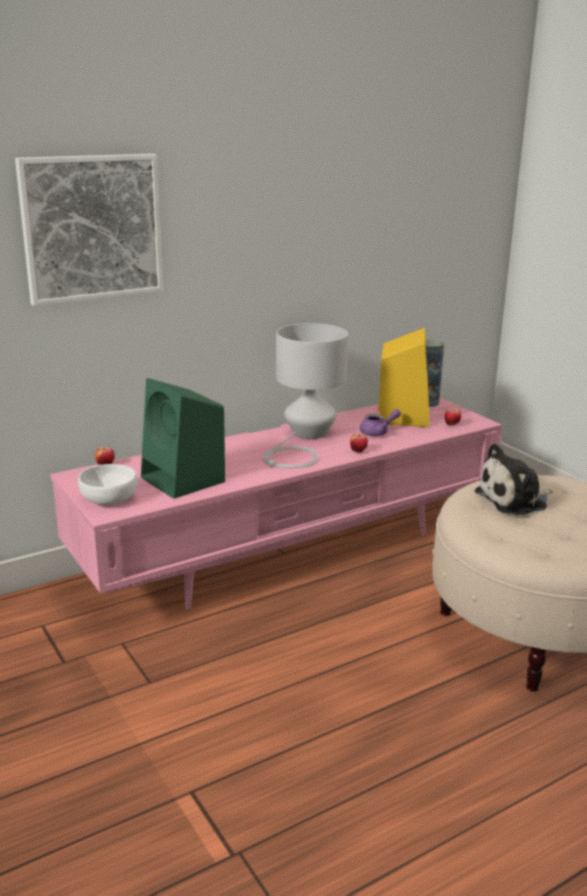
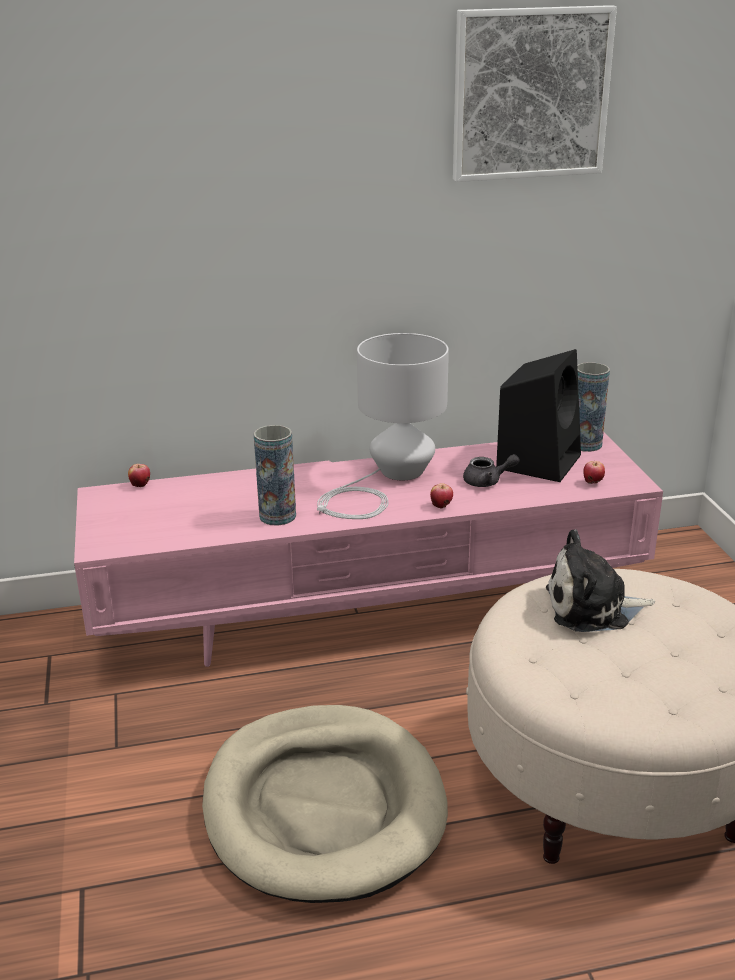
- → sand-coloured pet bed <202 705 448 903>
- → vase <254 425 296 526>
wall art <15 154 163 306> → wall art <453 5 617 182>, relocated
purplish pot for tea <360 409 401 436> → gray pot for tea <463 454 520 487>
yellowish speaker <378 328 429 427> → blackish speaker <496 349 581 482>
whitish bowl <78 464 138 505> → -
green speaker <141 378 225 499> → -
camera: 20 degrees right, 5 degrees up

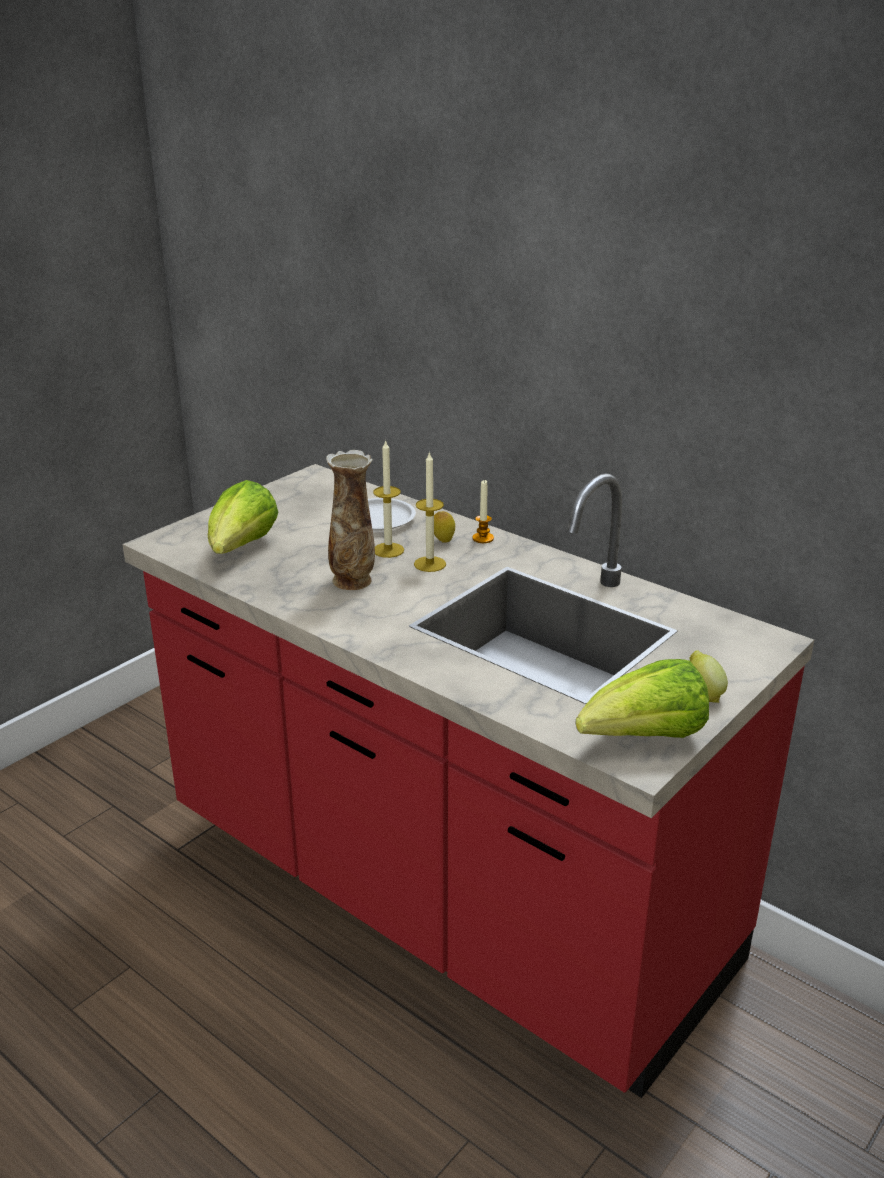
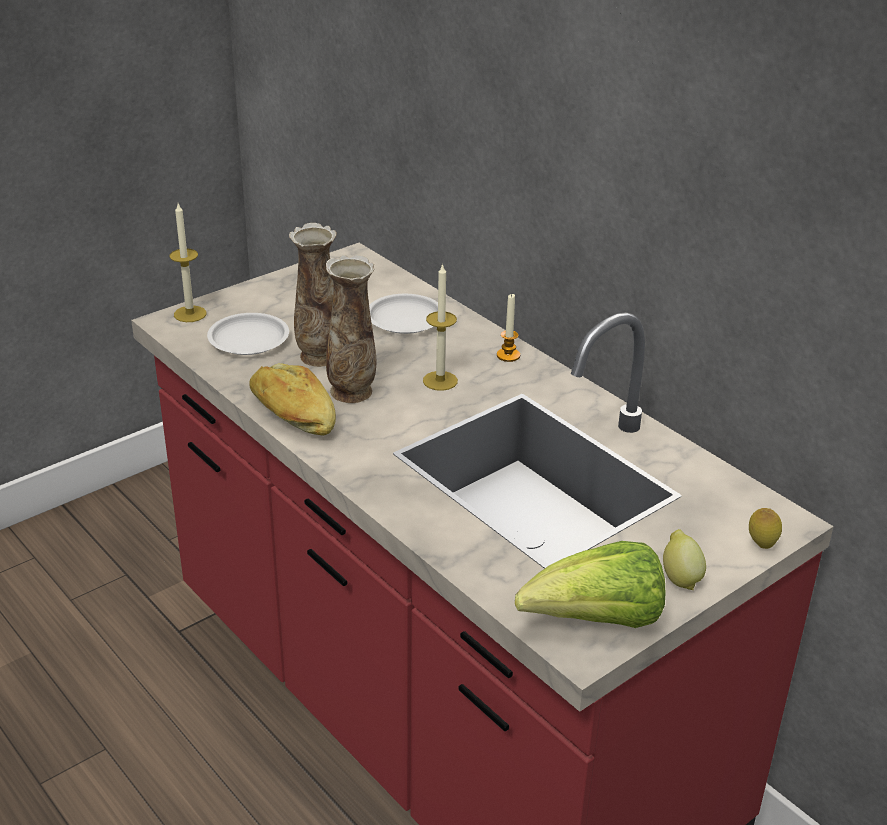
wax candle <373 439 404 558> → wax candle <169 204 206 322>, relocated
lettuce head <208 480 278 554> → whitish flat dish <207 313 289 355>
- → baked bread <249 363 336 436>
- → vase <289 223 337 367>
citrus fruit <434 511 455 543> → citrus fruit <749 508 782 549>, relocated
camera: 10 degrees right, 5 degrees up

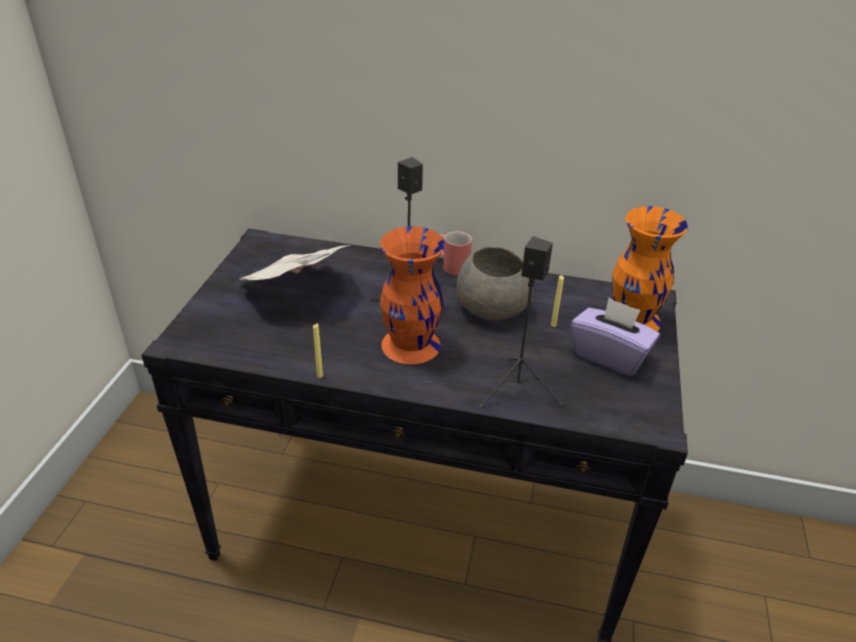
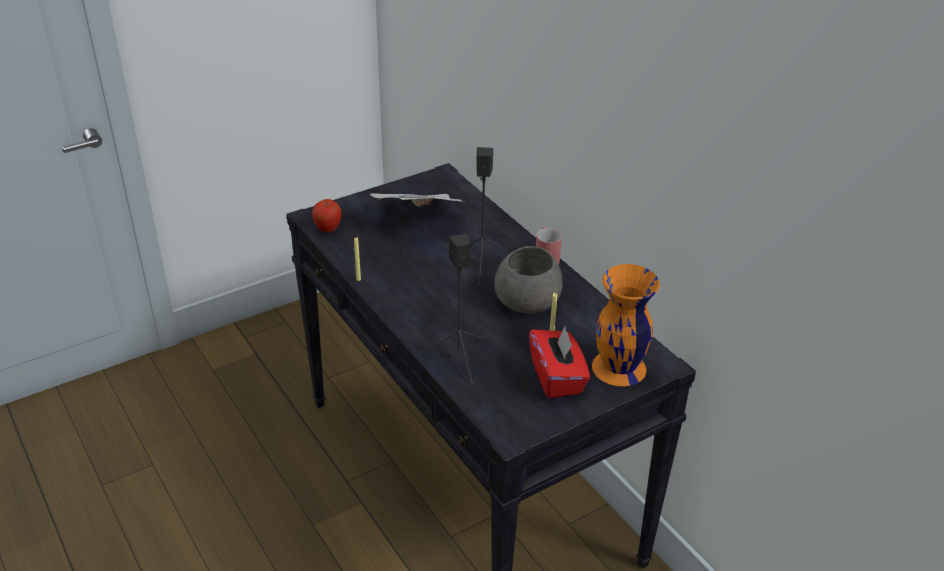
- → apple <312 199 341 233>
purplish tissue box <571 298 660 376> → red tissue box <529 327 590 399>
orangey vase <380 226 445 364> → -
camera: 45 degrees right, 0 degrees up

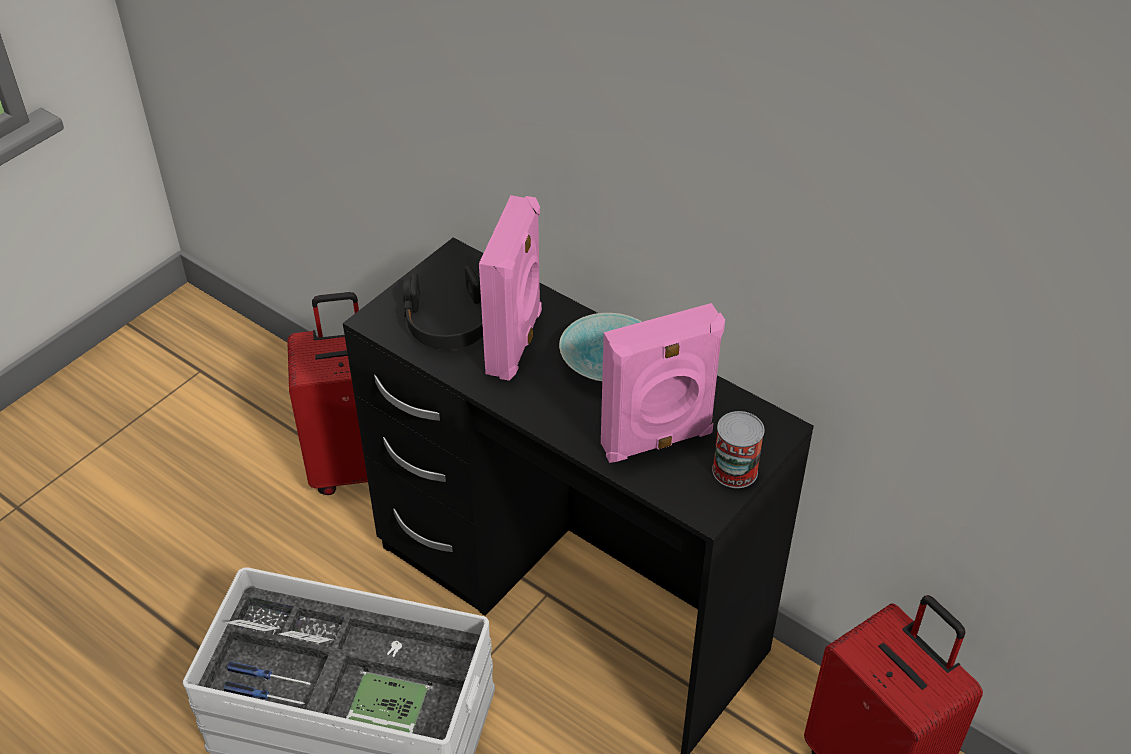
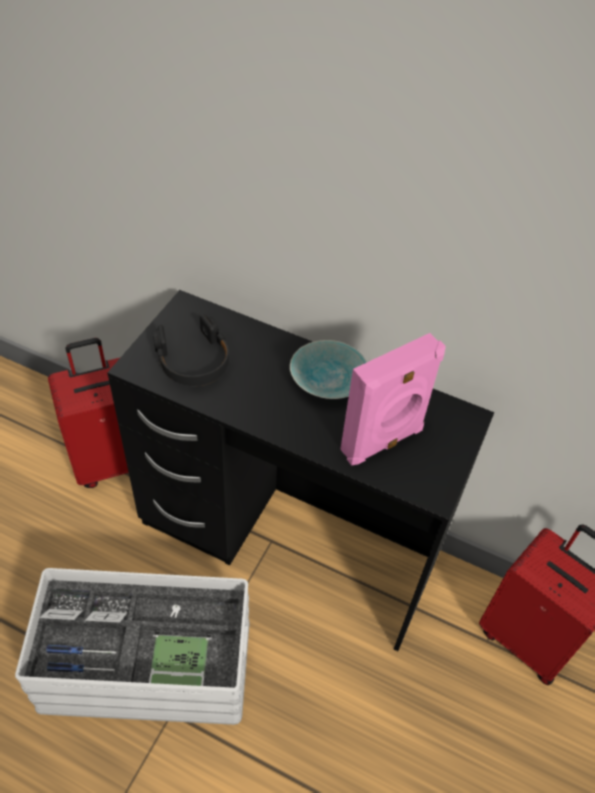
pink speaker <479 195 542 381> → -
can <712 411 765 488> → -
camera: 15 degrees left, 5 degrees up

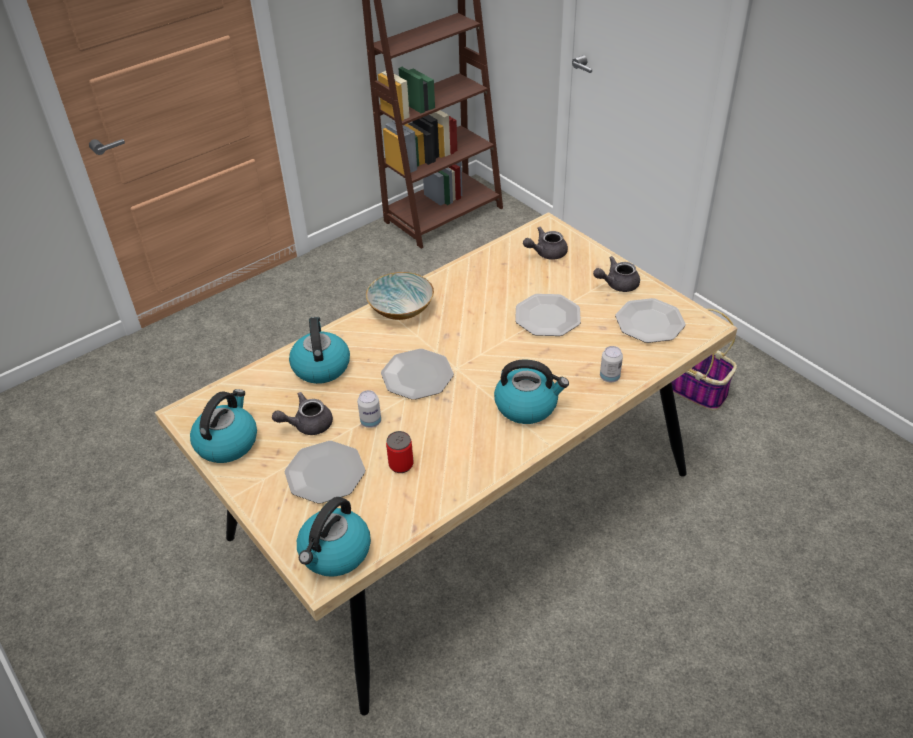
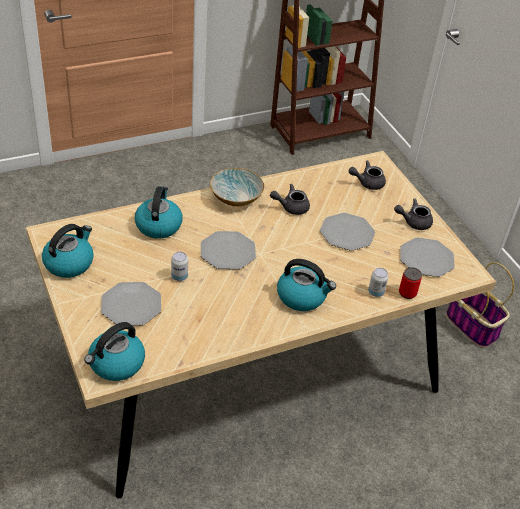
gray pot for tea <272 392 333 435> → gray pot for tea <270 184 310 215>, relocated
can <386 431 414 473> → can <399 267 422 299>, relocated
camera: 10 degrees right, 0 degrees up

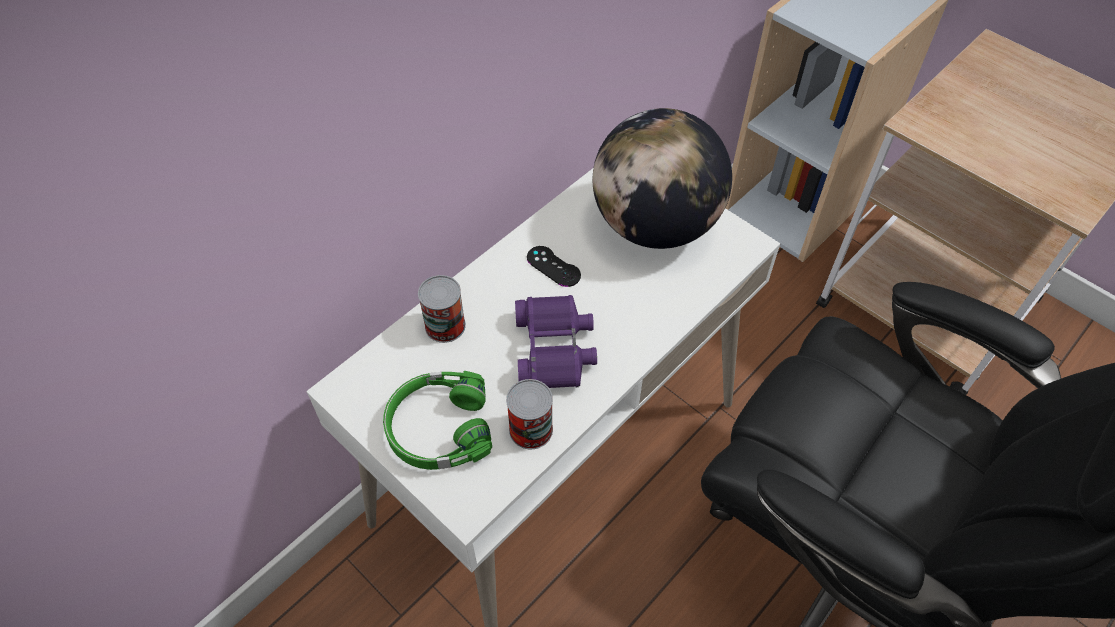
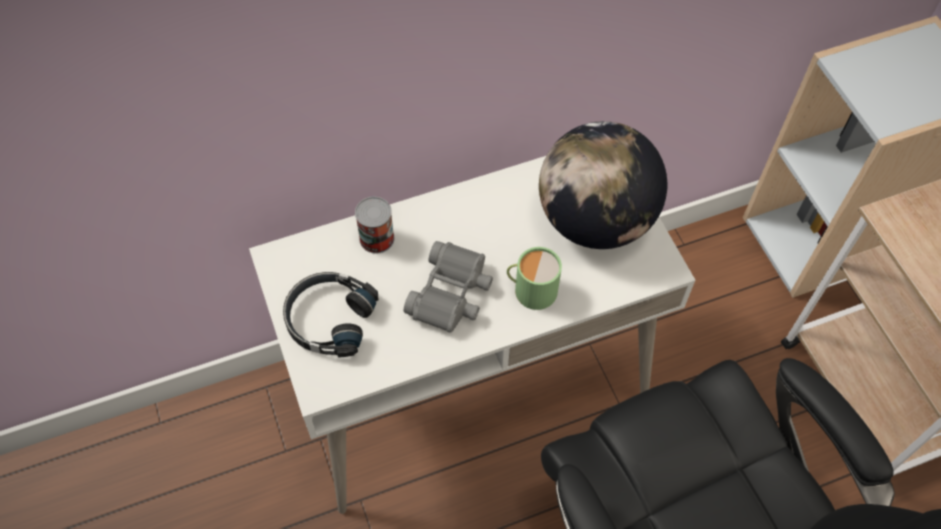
green pair of headphones <383 371 492 470> → blackish pair of headphones <283 272 379 358>
purplish binoculars <515 295 597 388> → gray binoculars <404 241 493 333>
- → green mug <507 247 562 310>
can <506 379 553 449> → -
blackish joypad <527 246 581 287> → -
camera: 25 degrees right, 5 degrees up

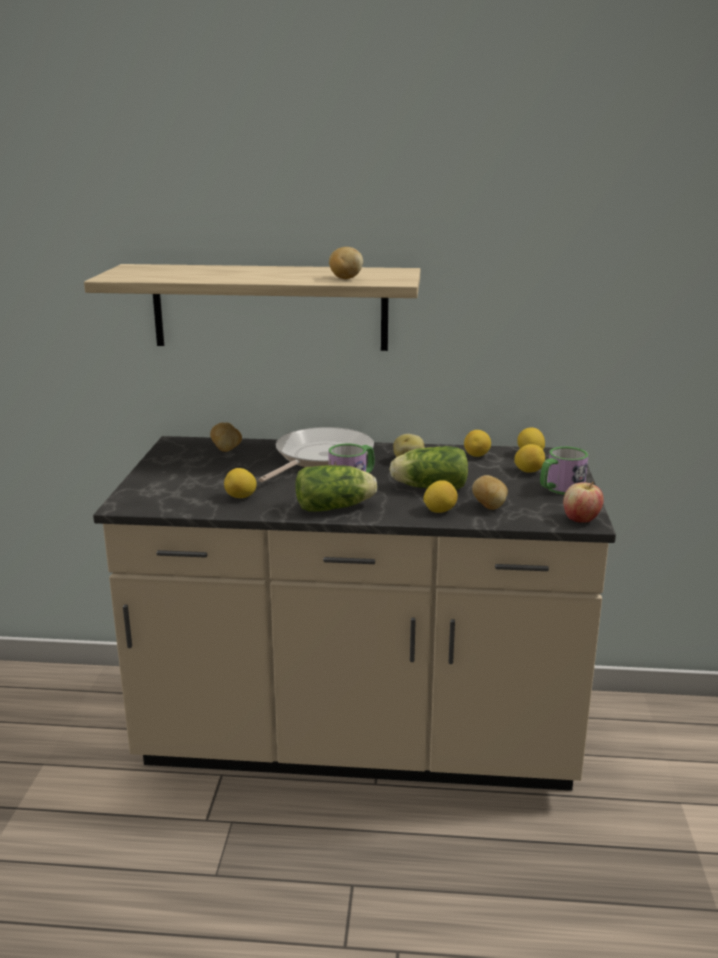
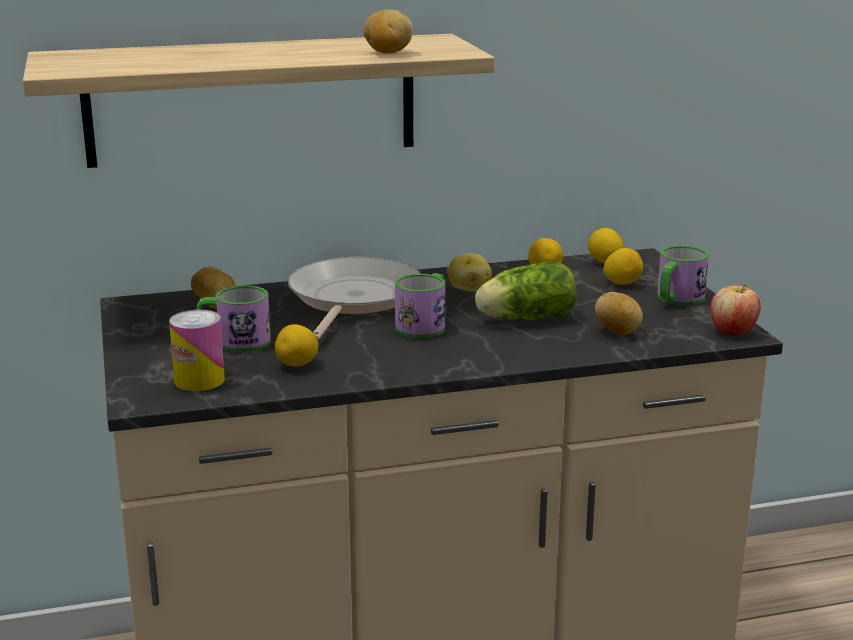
- → can <169 310 225 391>
- → mug <196 285 271 352>
lettuce head <295 465 377 511> → -
citrus fruit <423 480 458 513> → -
camera: 20 degrees left, 0 degrees up

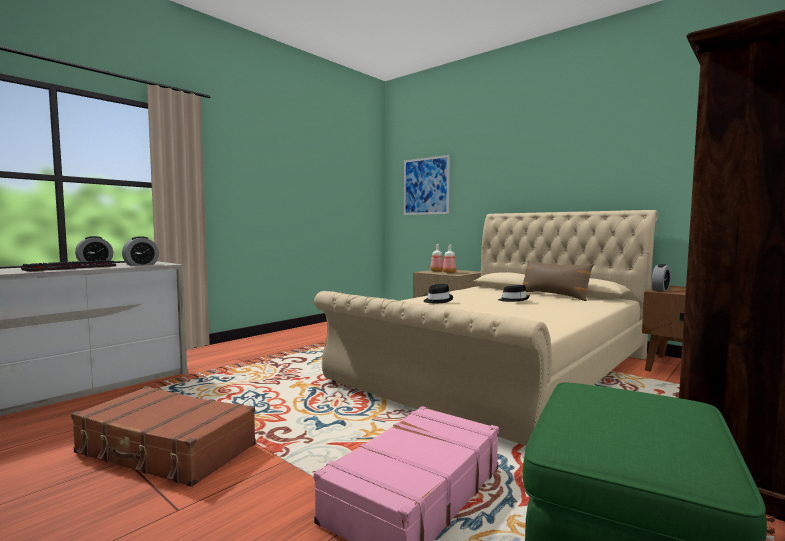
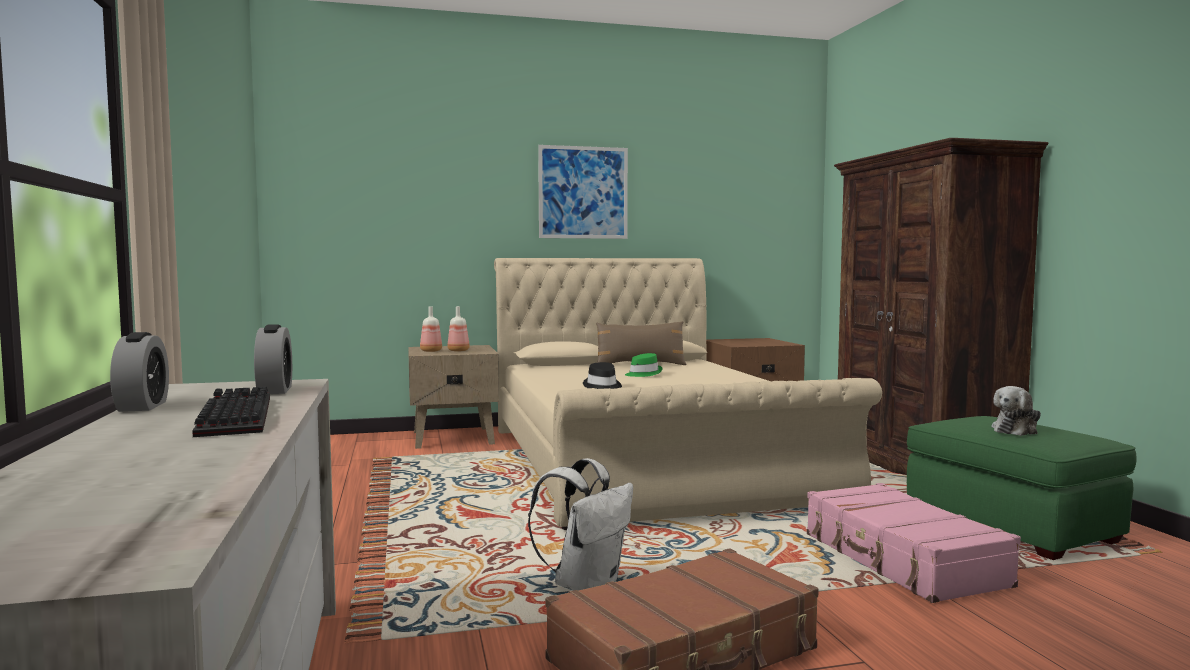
- → whitish knapsack <528 458 633 591>
wall art <404 155 450 215> → wall art <538 145 628 239>, relocated
blackish hat <498 285 530 302> → green hat <625 353 662 377>
- → soft toy <992 386 1041 436>
table clock <652 264 671 292> → -
camera: 55 degrees left, 0 degrees up

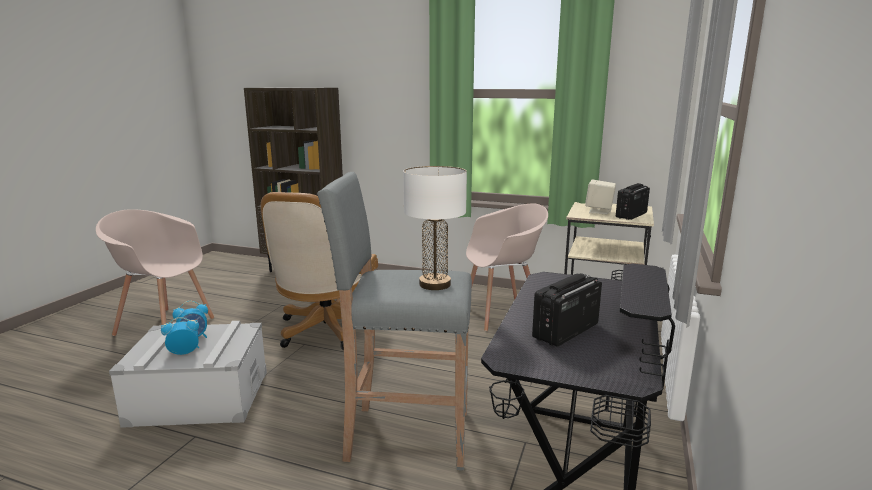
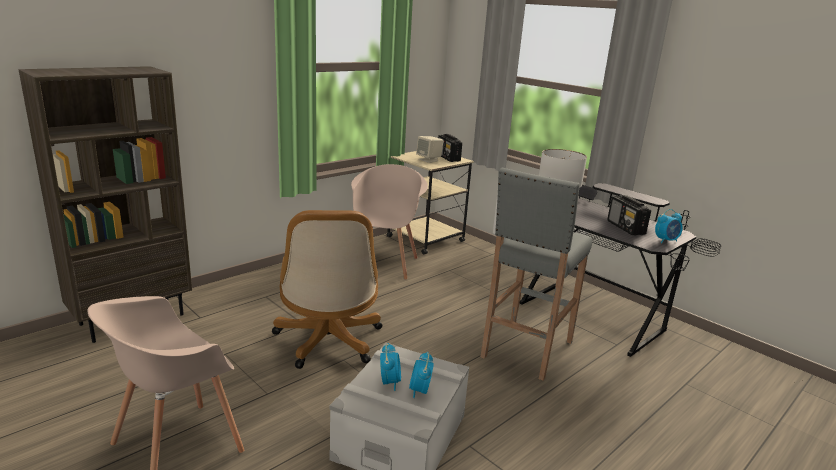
computer chair <261 192 378 350> → computer chair <272 210 382 369>, 45 degrees clockwise
- → table clock <655 209 683 243>
camera: 65 degrees left, 5 degrees up

